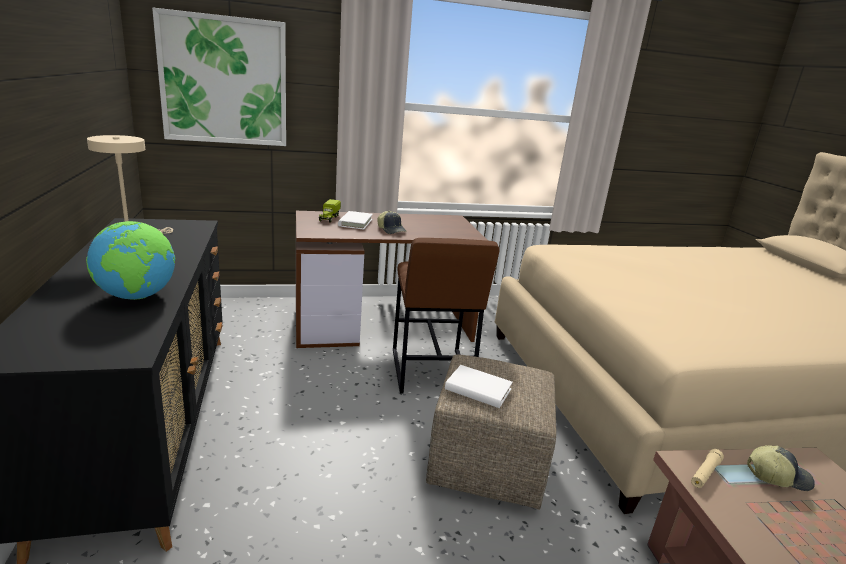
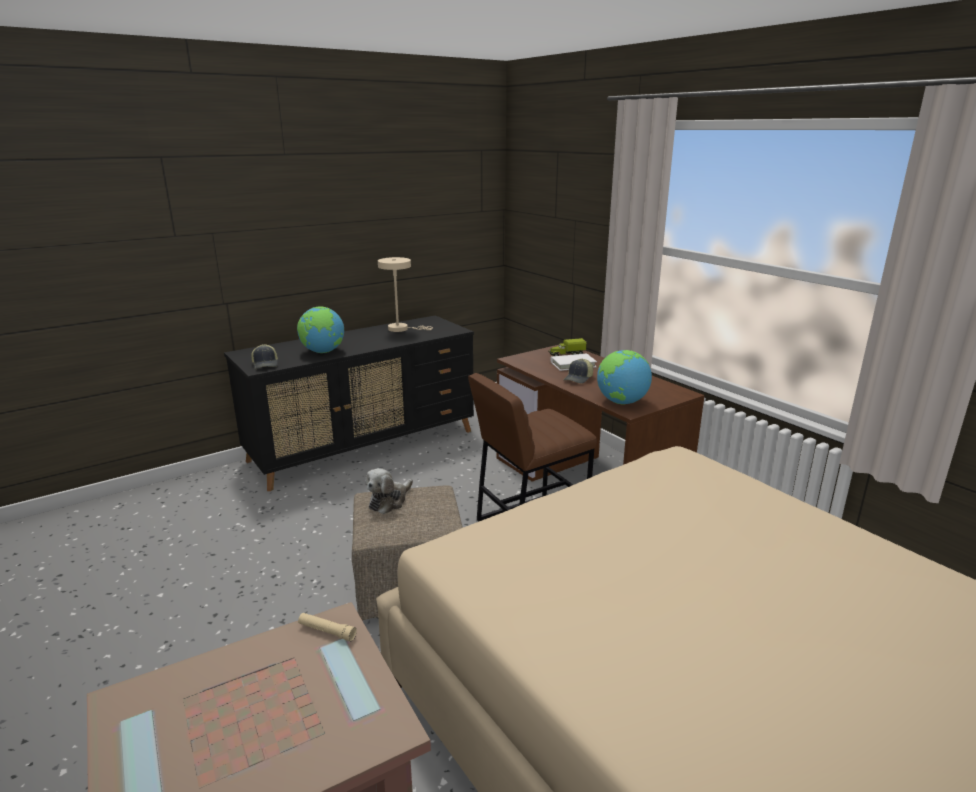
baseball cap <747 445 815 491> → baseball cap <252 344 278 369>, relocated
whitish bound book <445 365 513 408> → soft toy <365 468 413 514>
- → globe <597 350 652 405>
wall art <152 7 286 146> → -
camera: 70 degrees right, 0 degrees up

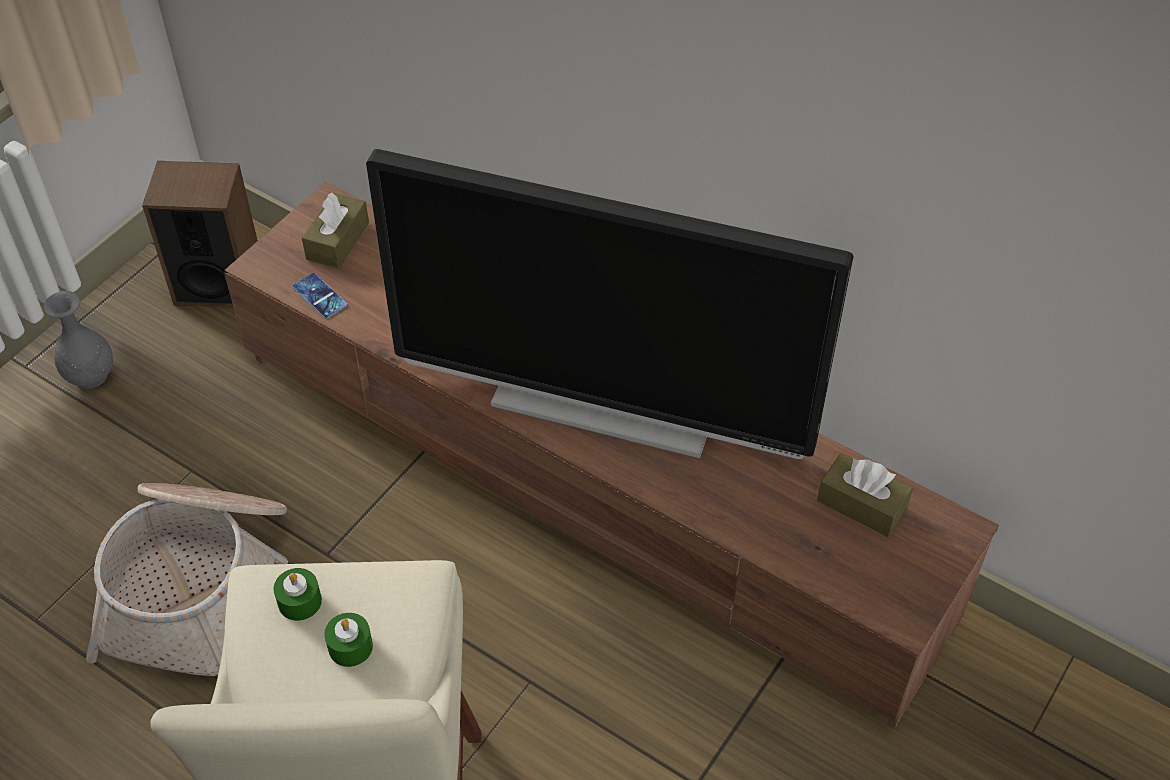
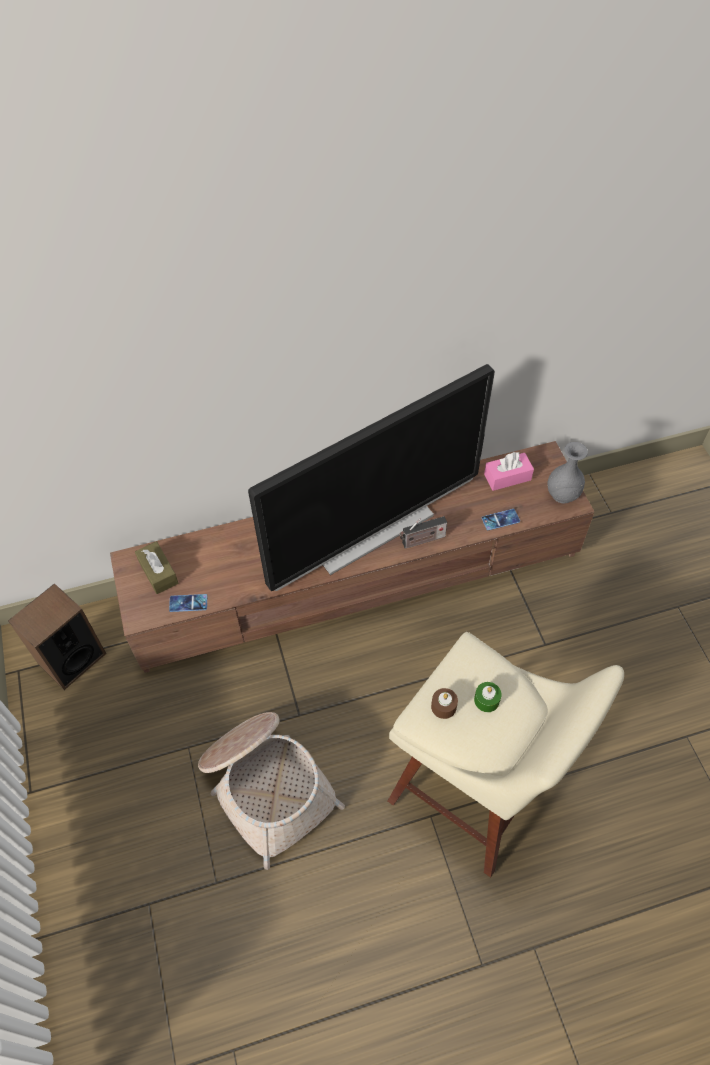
- → radio set <399 516 447 549>
green wax candle <273 568 322 621> → brownish wax candle <431 688 458 719>
- → phone <482 509 520 530>
brownish tissue box <817 453 913 537> → pink tissue box <484 452 534 491>
gray vase <44 291 113 389> → gray vase <547 442 588 503>, relocated
camera: 50 degrees left, 5 degrees up

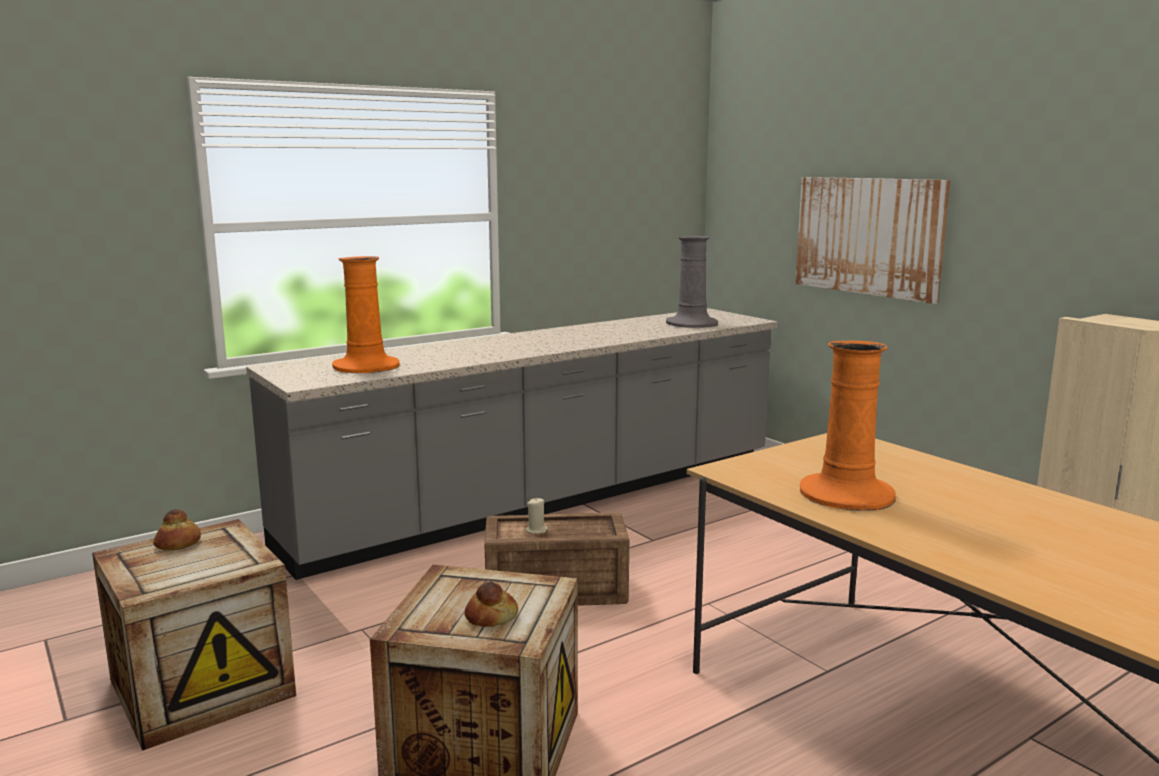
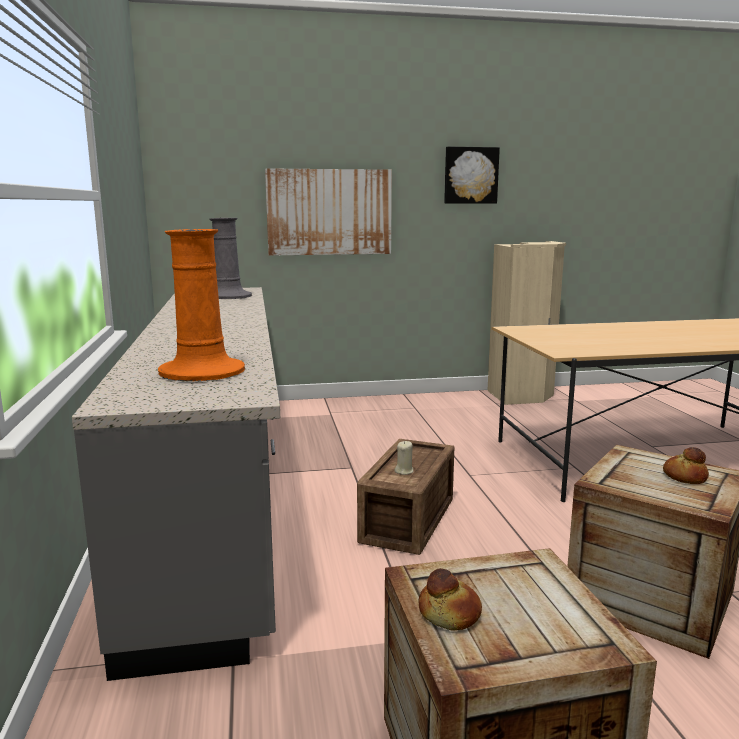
- → wall art <444 146 500 204>
orangey vase <800 340 896 511> → -
camera: 65 degrees left, 0 degrees up

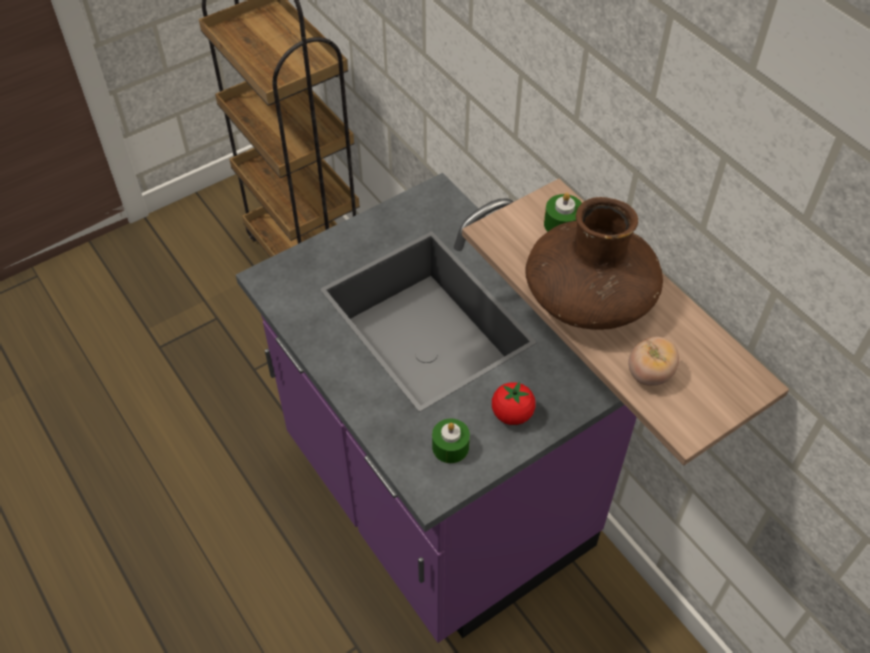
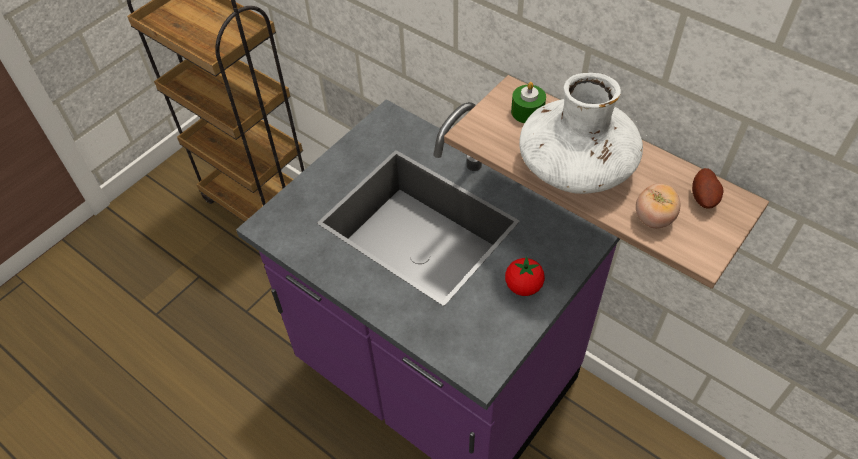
brownish vase <525 197 663 330> → whitish vase <519 73 643 194>
- → spud <692 168 723 209>
green wax candle <432 418 470 463> → -
camera: 15 degrees left, 0 degrees up

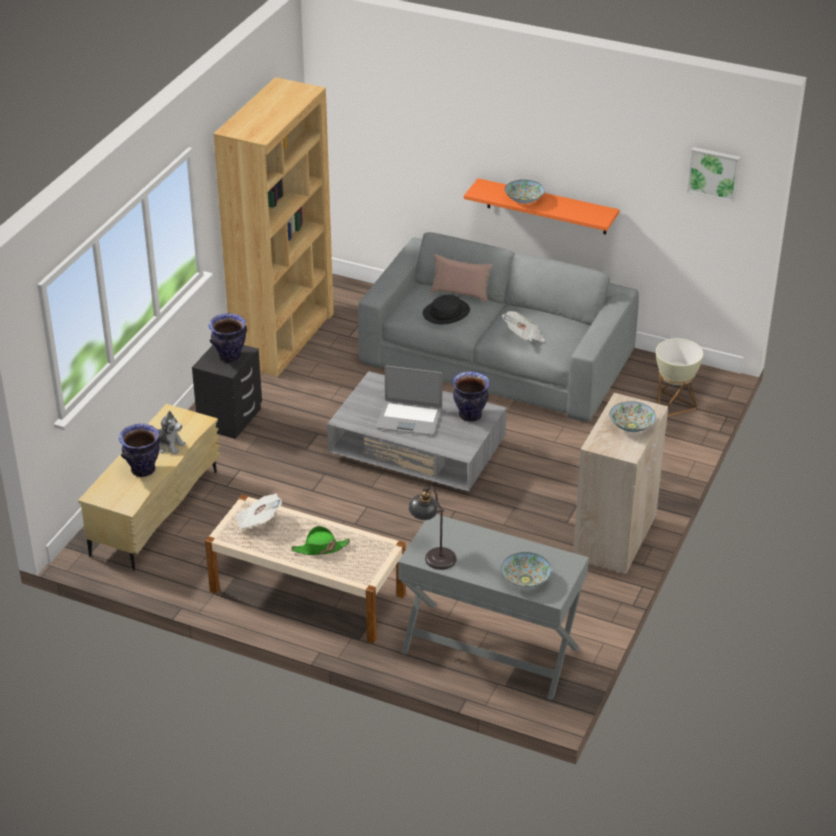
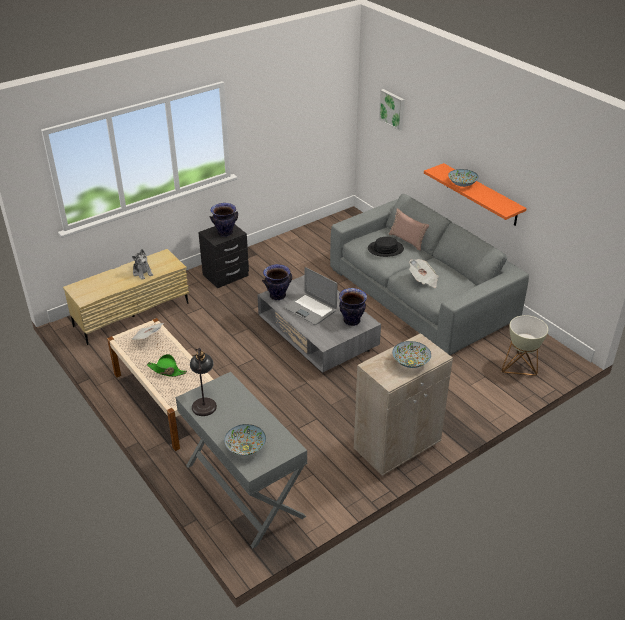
vase <119 424 160 477> → vase <262 264 292 300>, relocated
wall art <687 147 741 202> → wall art <379 89 404 131>, relocated
brownish bookshelf <213 77 334 377> → -
camera: 30 degrees right, 0 degrees up

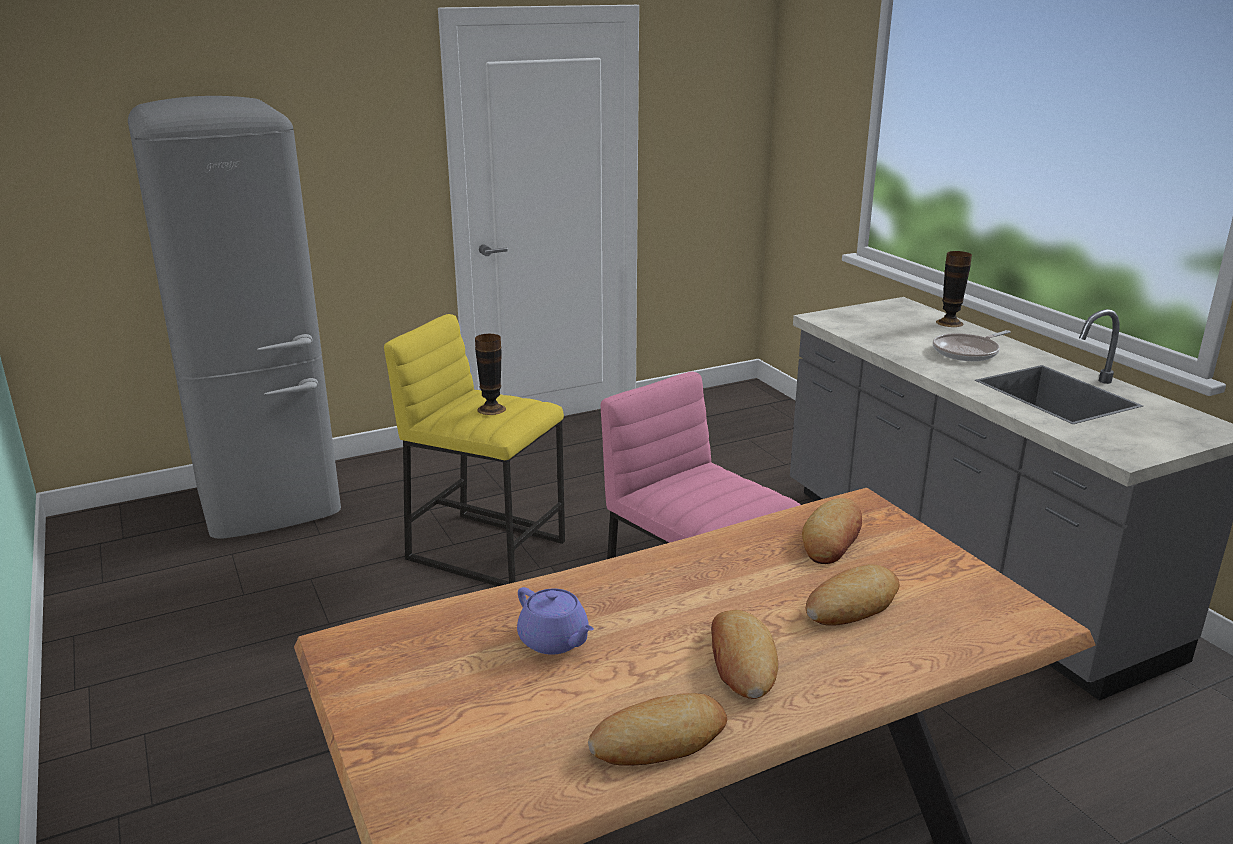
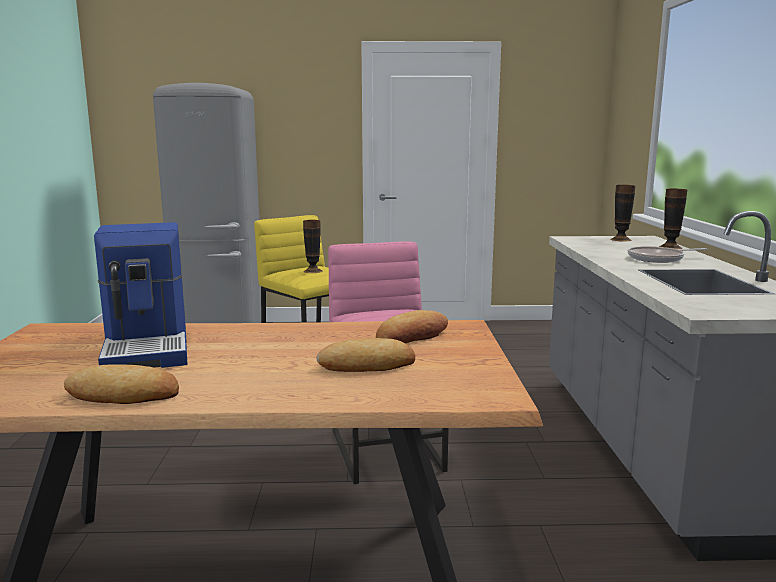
purplish pot for tea <517 587 594 655> → coffee machine <94 222 187 368>
- → vase <610 185 635 241>
baked bread <711 610 778 699> → -
camera: 25 degrees right, 10 degrees down

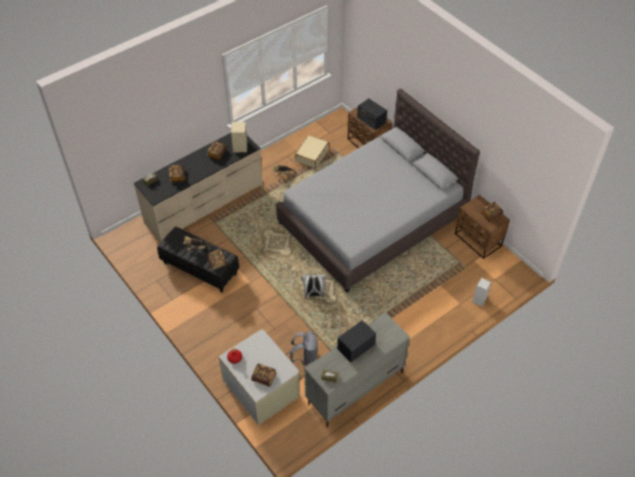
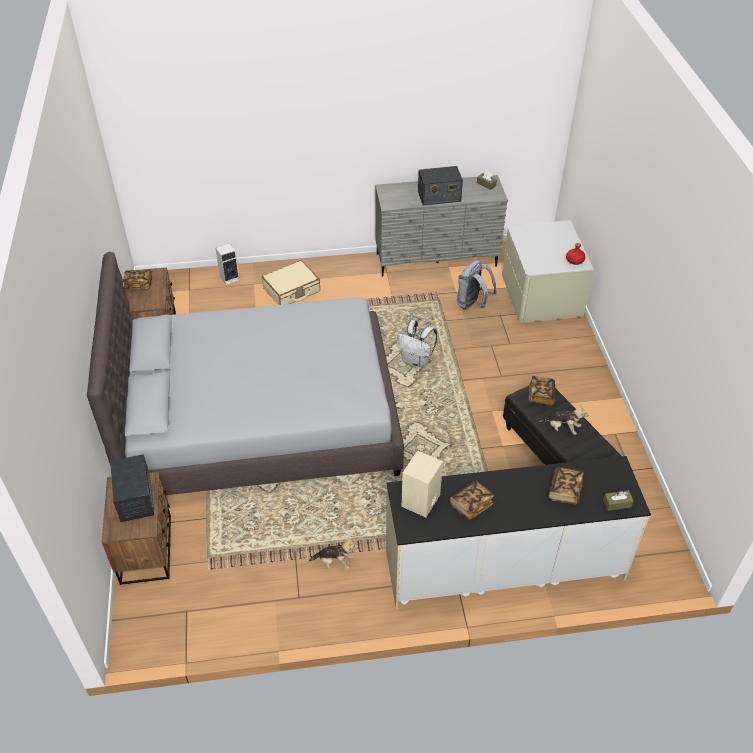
sand-coloured suitcase <295 135 329 169> → sand-coloured suitcase <262 261 320 305>, relocated
bound book <251 363 276 387> → -
camera: 150 degrees left, 5 degrees down

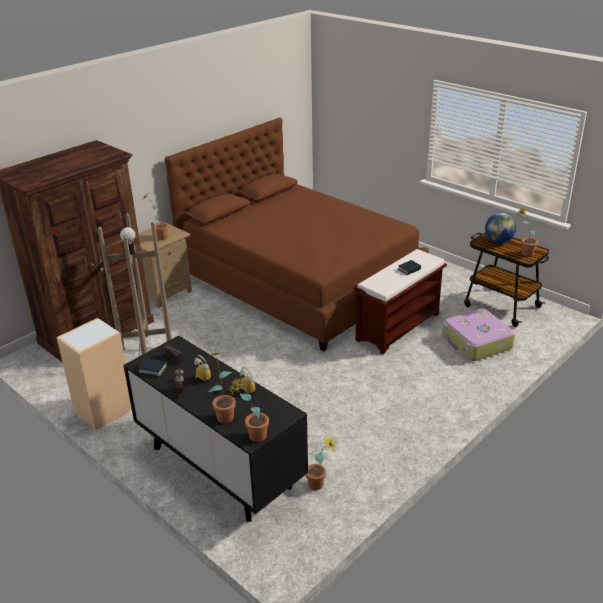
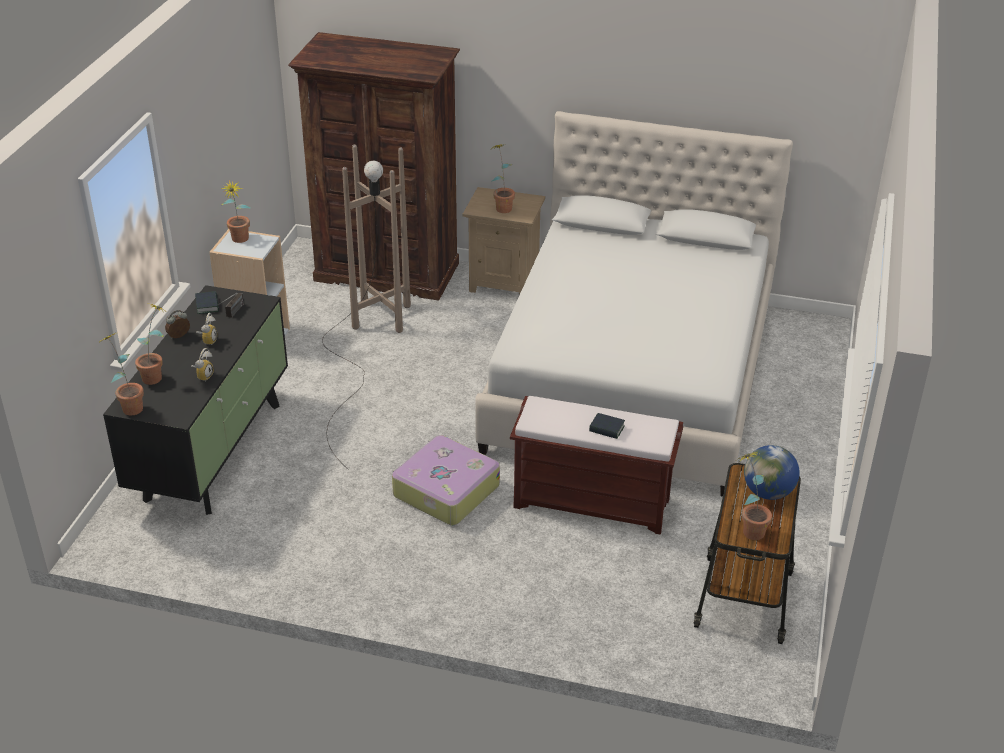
potted plant <306 435 337 490> → potted plant <221 180 250 243>, relocated
suitcase <442 308 515 361> → suitcase <392 435 500 525>, relocated
brownish sleeping bed <165 118 429 352> → whitish sleeping bed <475 111 793 497>
camera: 60 degrees right, 5 degrees up

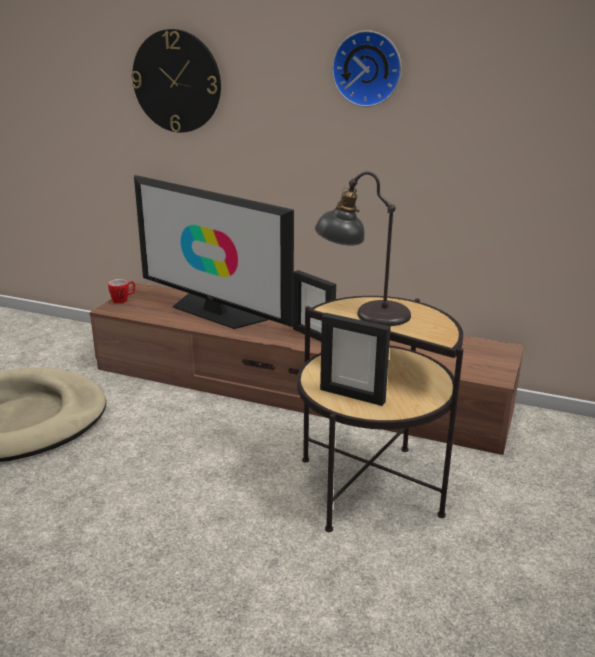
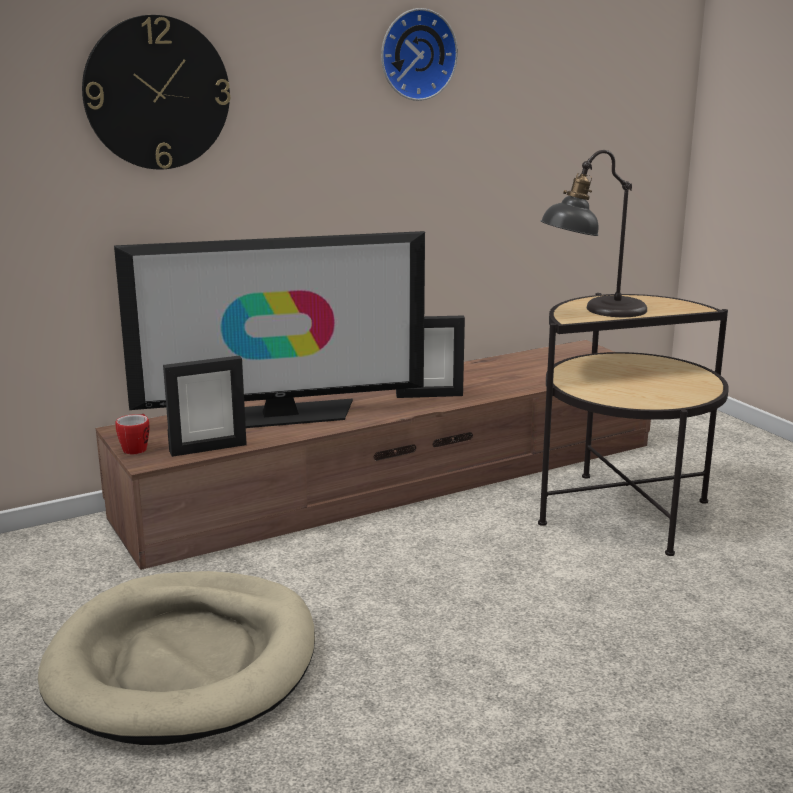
photo frame <320 313 391 406> → photo frame <163 356 247 457>, relocated
camera: 50 degrees left, 5 degrees down

